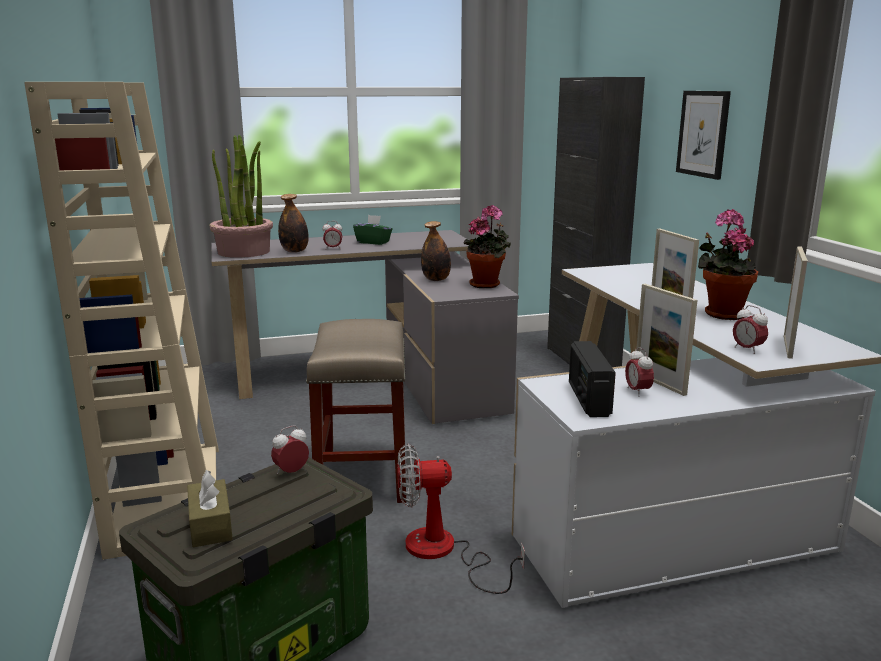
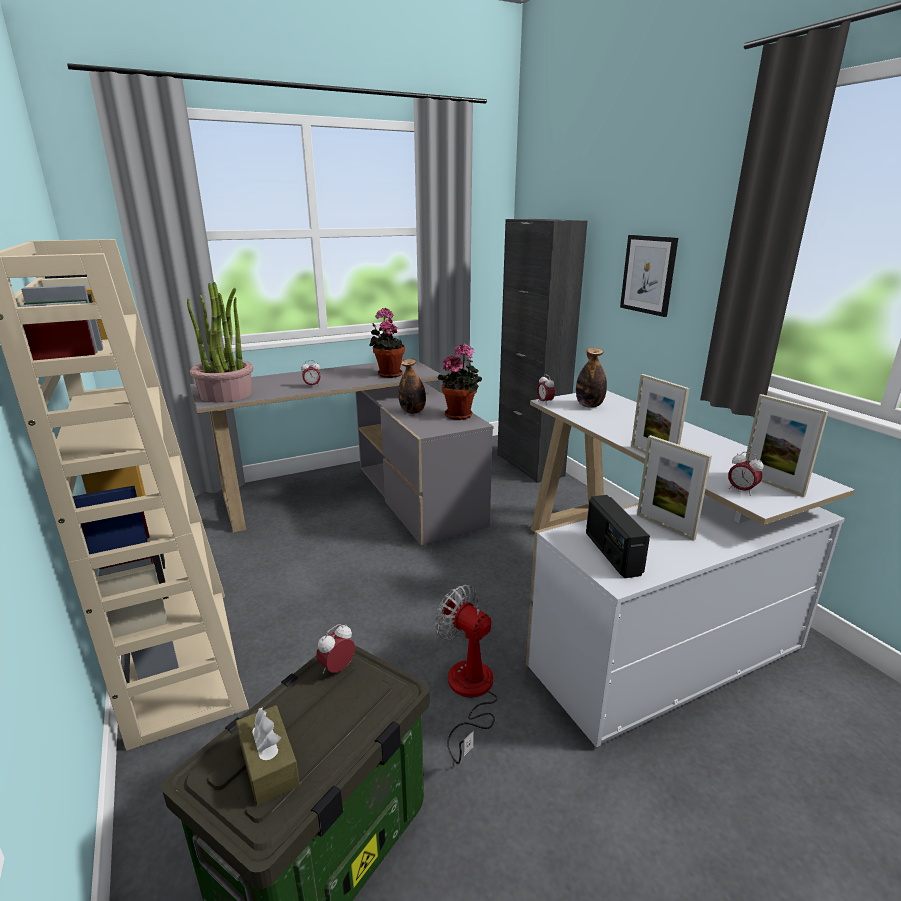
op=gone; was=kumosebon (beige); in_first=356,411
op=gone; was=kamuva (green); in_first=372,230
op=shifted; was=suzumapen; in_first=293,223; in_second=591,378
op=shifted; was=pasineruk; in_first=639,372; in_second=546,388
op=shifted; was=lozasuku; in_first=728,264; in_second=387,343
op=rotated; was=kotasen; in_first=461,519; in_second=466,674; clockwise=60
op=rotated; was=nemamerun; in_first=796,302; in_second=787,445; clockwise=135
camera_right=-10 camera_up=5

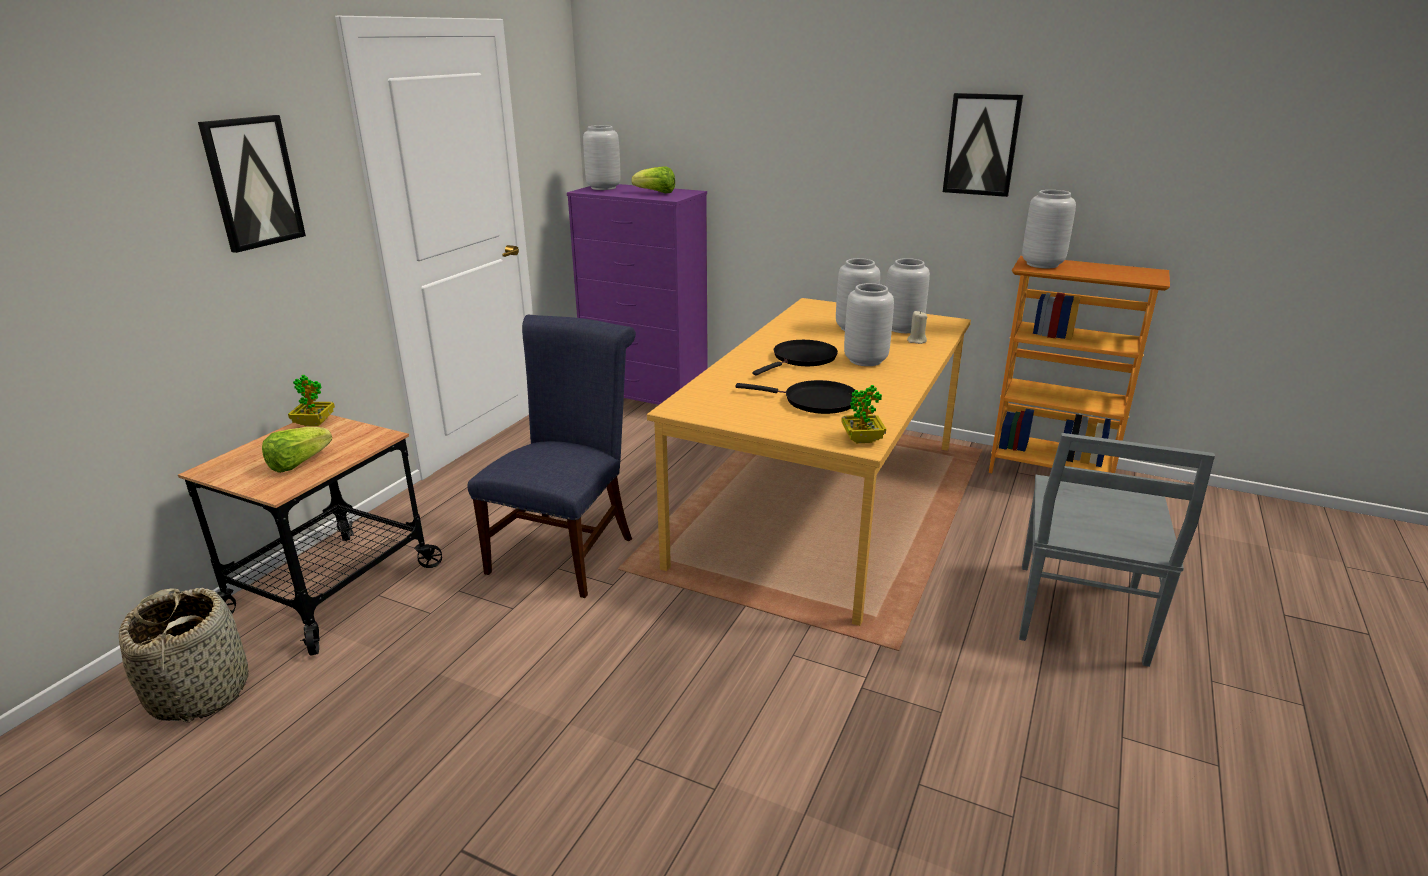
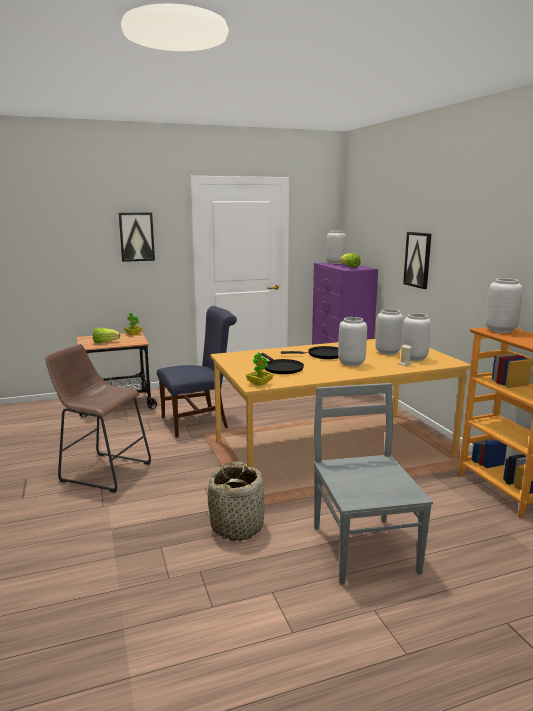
op=new; now=kumosebon (brown); in_second=98,418
op=shifted; was=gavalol; in_first=184,655; in_second=236,501
op=shifted; was=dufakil; in_first=983,145; in_second=417,260
op=rotated; was=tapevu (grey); in_first=1117,550; in_second=373,484; clockwise=105
camera_right=45 camera_up=-10

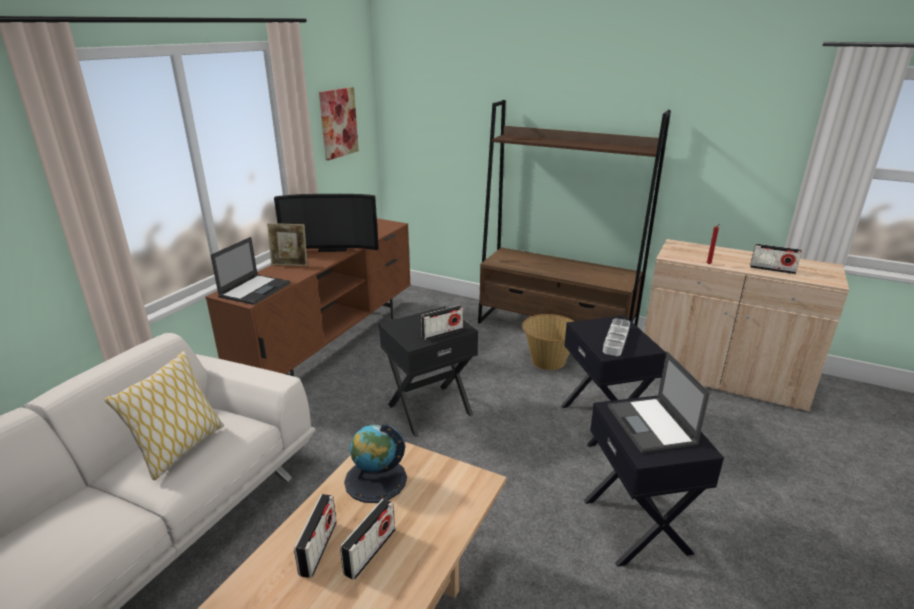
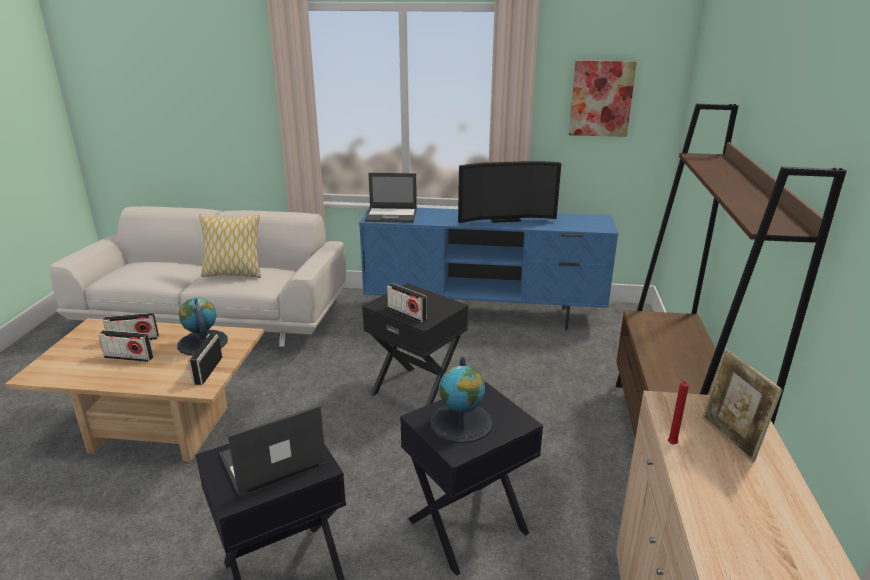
op=gone; was=gavalol; in_first=548,342
op=shifted; was=nemamerun; in_first=287,244; in_second=742,406
op=shifted; was=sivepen; in_first=776,259; in_second=205,359
op=swapped; was=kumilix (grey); now=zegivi; in_first=616,337; in_second=461,400
op=repainted; was=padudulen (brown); now=padudulen (blue); in_first=308,297; in_second=488,268
op=rotated; was=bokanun; in_first=326,223; in_second=509,192; clockwise=-75
camera_right=70 camera_up=0

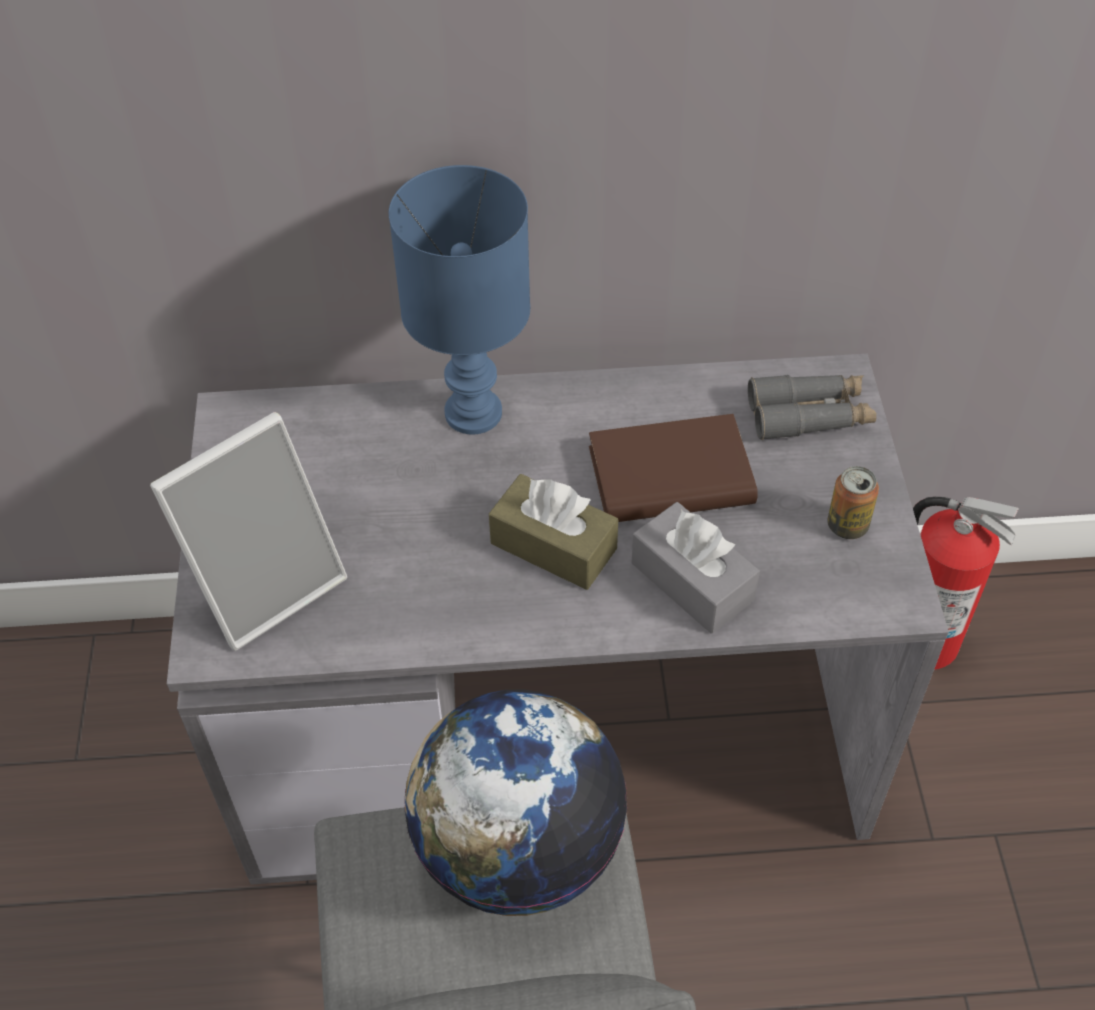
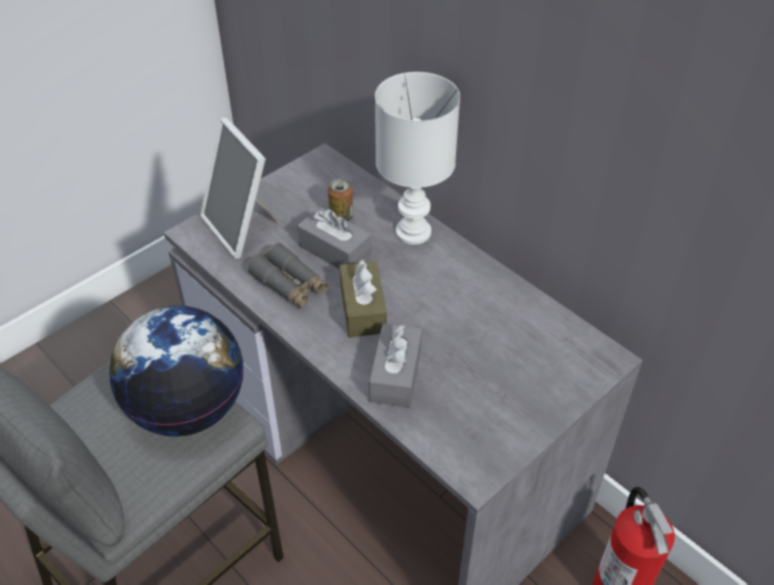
op=gone; was=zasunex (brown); in_first=673,468
op=new; now=kamuva (grey); in_second=334,238
op=shifted; was=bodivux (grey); in_first=812,407; in_second=288,276
op=shifted; was=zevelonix; in_first=853,502; in_second=340,199
op=repainted; was=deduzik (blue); now=deduzik (white); in_first=459,299; in_second=417,158
op=rotated; was=nemamerun; in_first=248,531; in_second=240,188; clockwise=45
camera_right=50 camera_up=-5

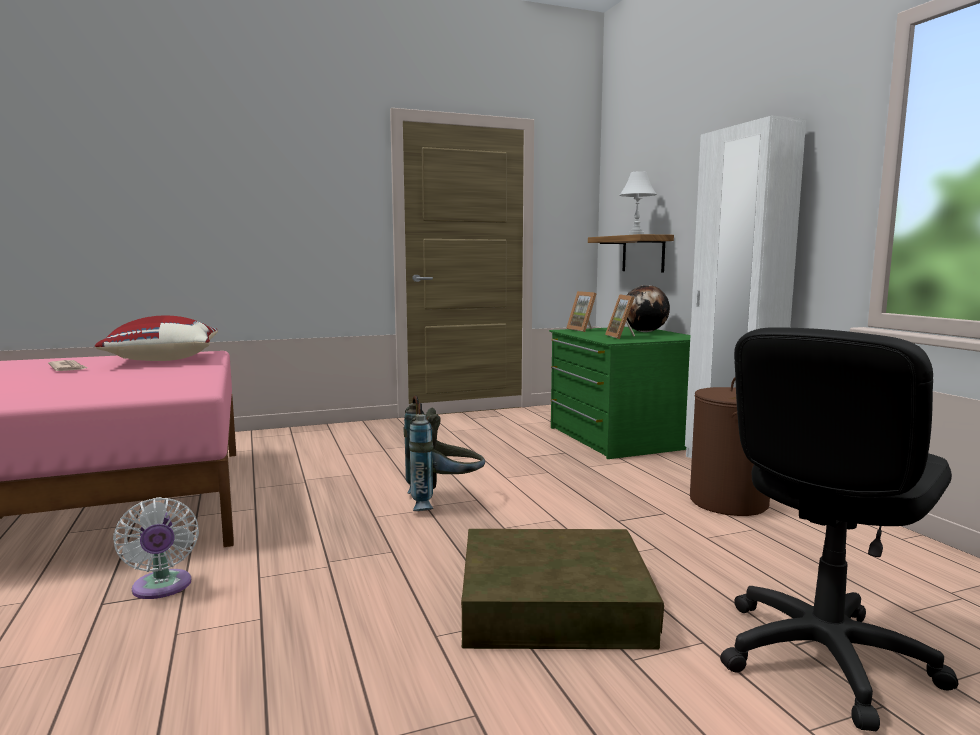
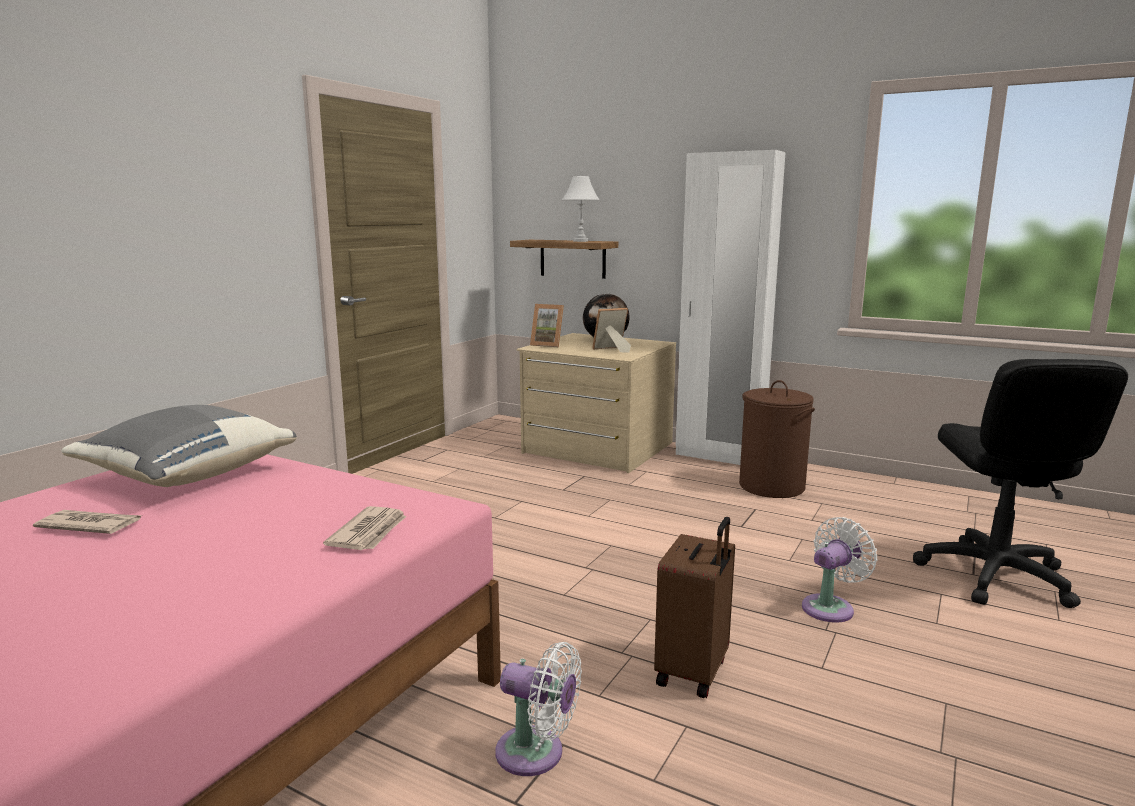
op=gone; was=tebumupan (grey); in_first=444,453
op=new; now=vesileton; in_second=364,528
op=new; now=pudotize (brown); in_second=694,607
op=swapped; was=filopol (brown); now=kotasen (white); in_first=562,589; in_second=839,570
op=repainted; was=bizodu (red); now=bizodu (grey); in_first=156,338; in_second=179,446
op=repainted; was=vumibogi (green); now=vumibogi (beige); in_first=619,393; in_second=596,403
op=rotated; was=nemamerun; in_first=620,316; in_second=611,330; clockwise=120
camera_right=-40 camera_up=5

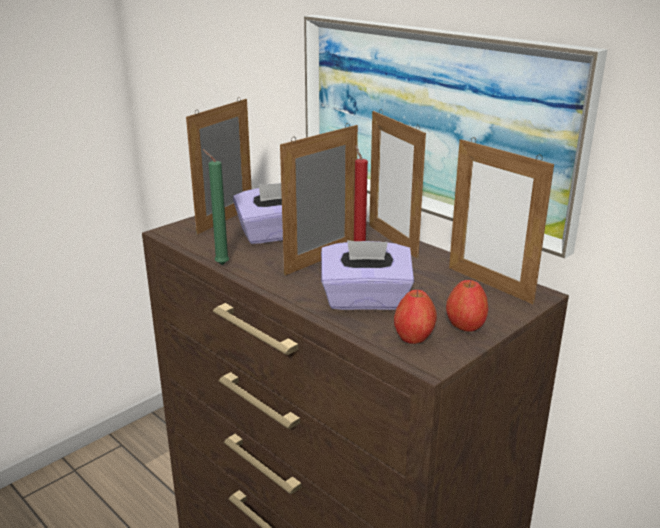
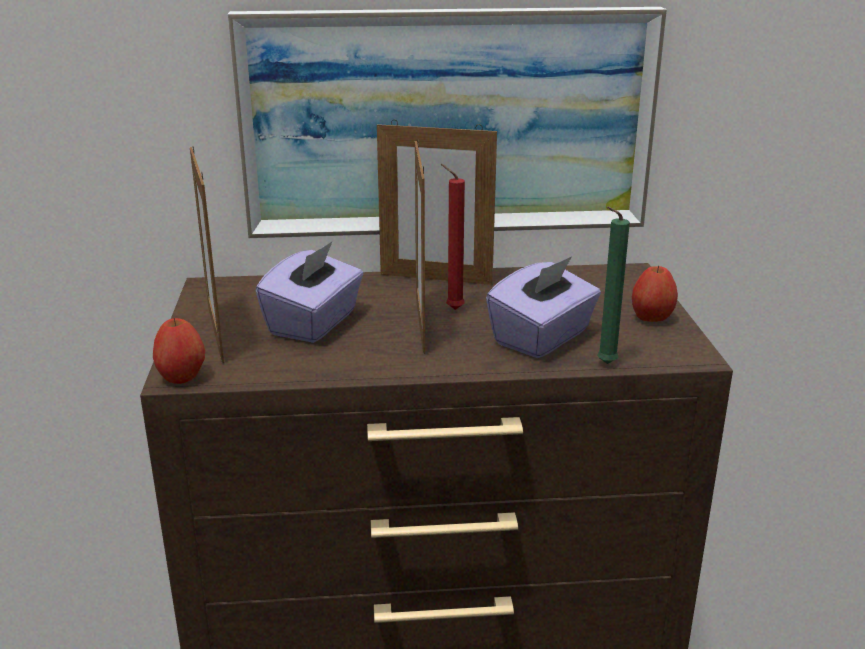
op=gone; was=nemamerun; in_first=501,220
op=shifted; was=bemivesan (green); in_first=215,207; in_second=613,285
op=shifted; was=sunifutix; in_first=415,317; in_second=179,351
camera_right=-50 camera_up=0

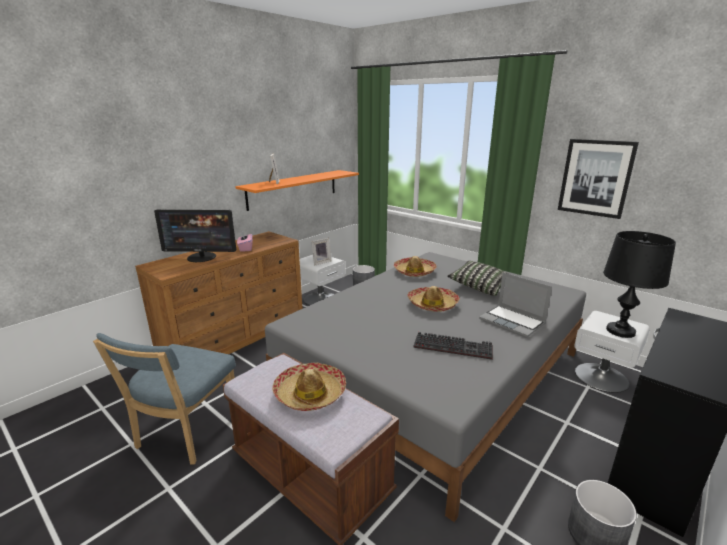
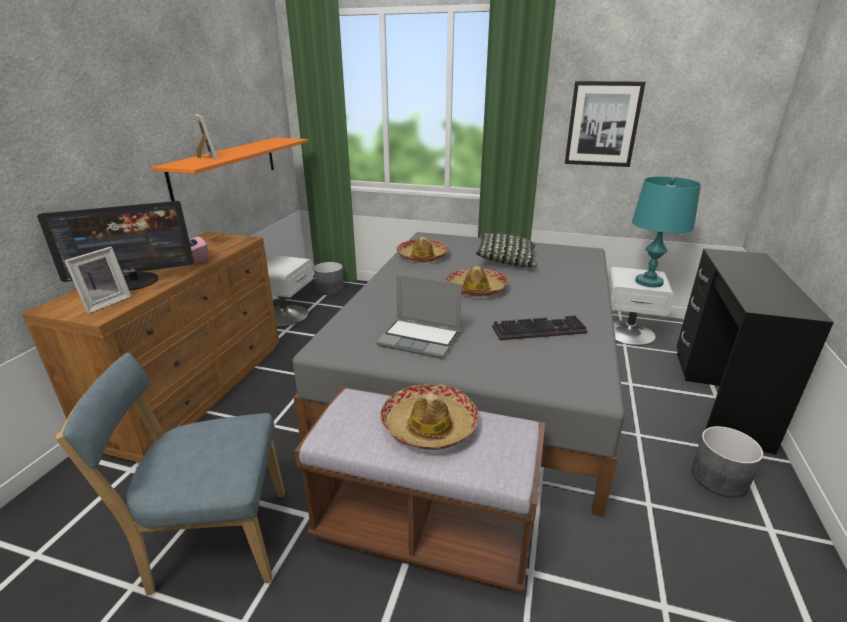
op=shifted; was=nemamerun; in_first=321,251; in_second=97,280
op=shifted; was=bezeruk; in_first=515,305; in_second=419,316
op=repainted; was=deduzik (black); now=deduzik (turquoise); in_first=639,284; in_second=666,232
op=rotated; was=tapevu (blue); in_first=164,398; in_second=170,474; clockwise=90
camera_right=-25 camera_up=5

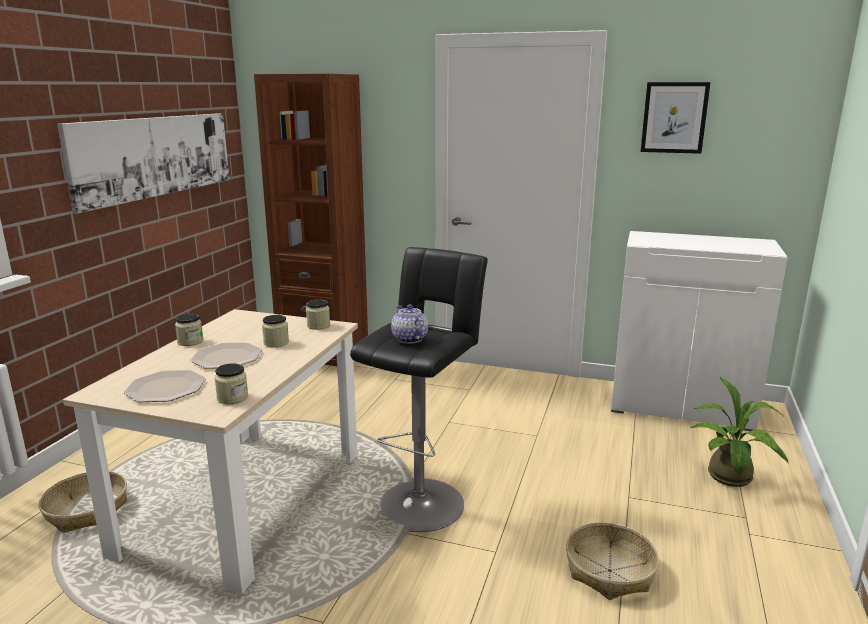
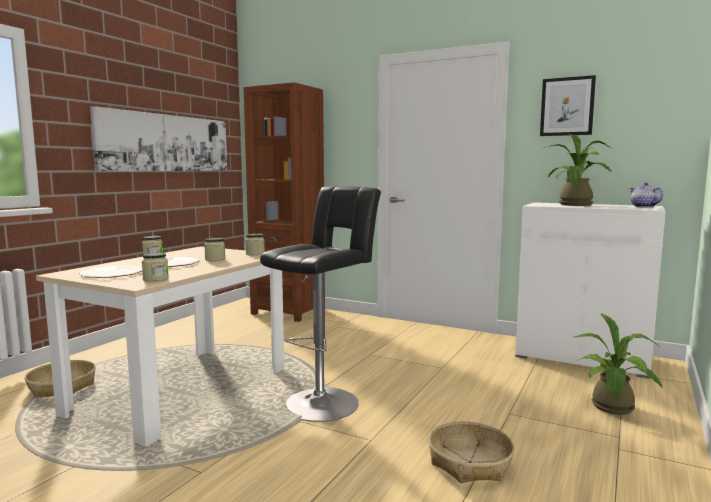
op=new; now=lozasuku; in_second=578,170
op=shifted; was=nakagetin; in_first=409,324; in_second=646,195
camera_right=10 camera_up=-10

